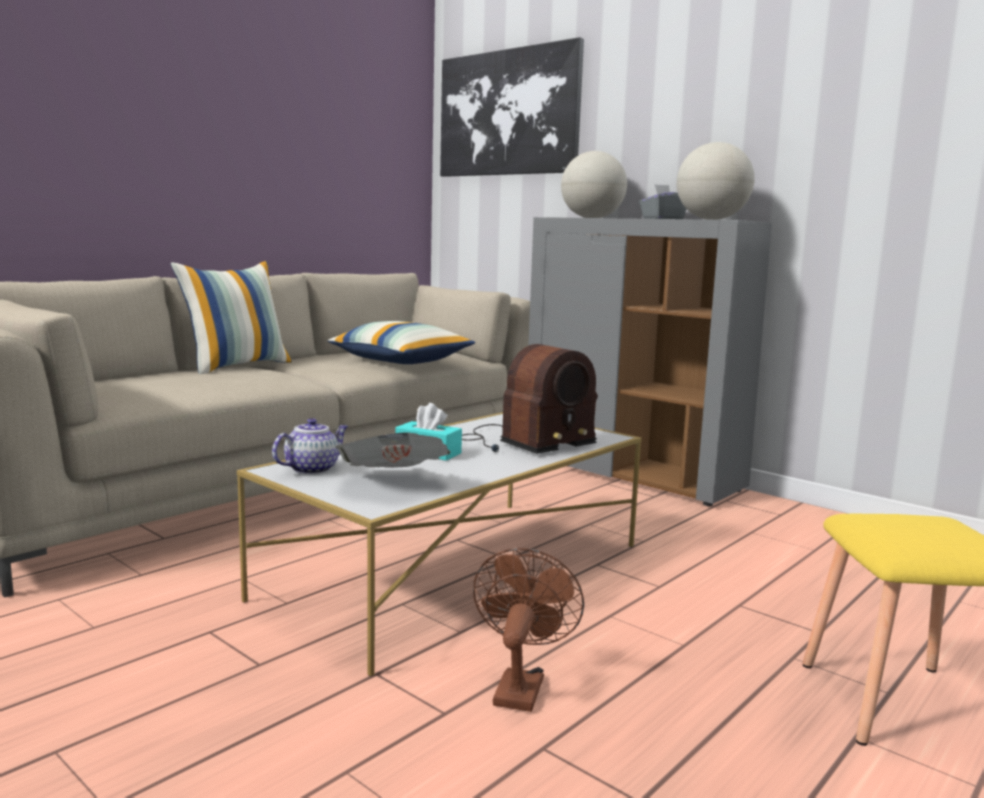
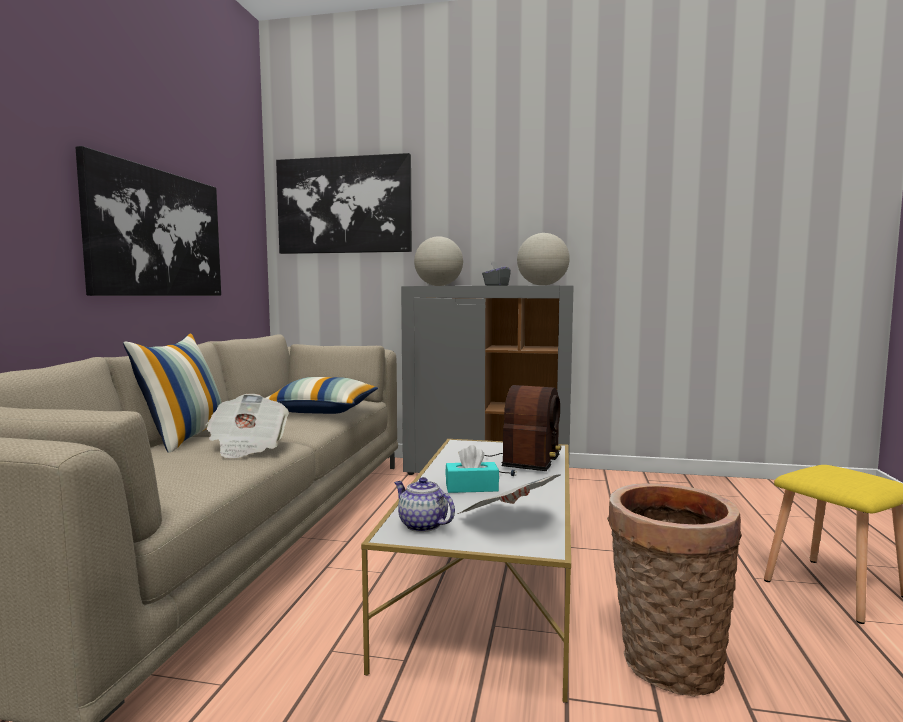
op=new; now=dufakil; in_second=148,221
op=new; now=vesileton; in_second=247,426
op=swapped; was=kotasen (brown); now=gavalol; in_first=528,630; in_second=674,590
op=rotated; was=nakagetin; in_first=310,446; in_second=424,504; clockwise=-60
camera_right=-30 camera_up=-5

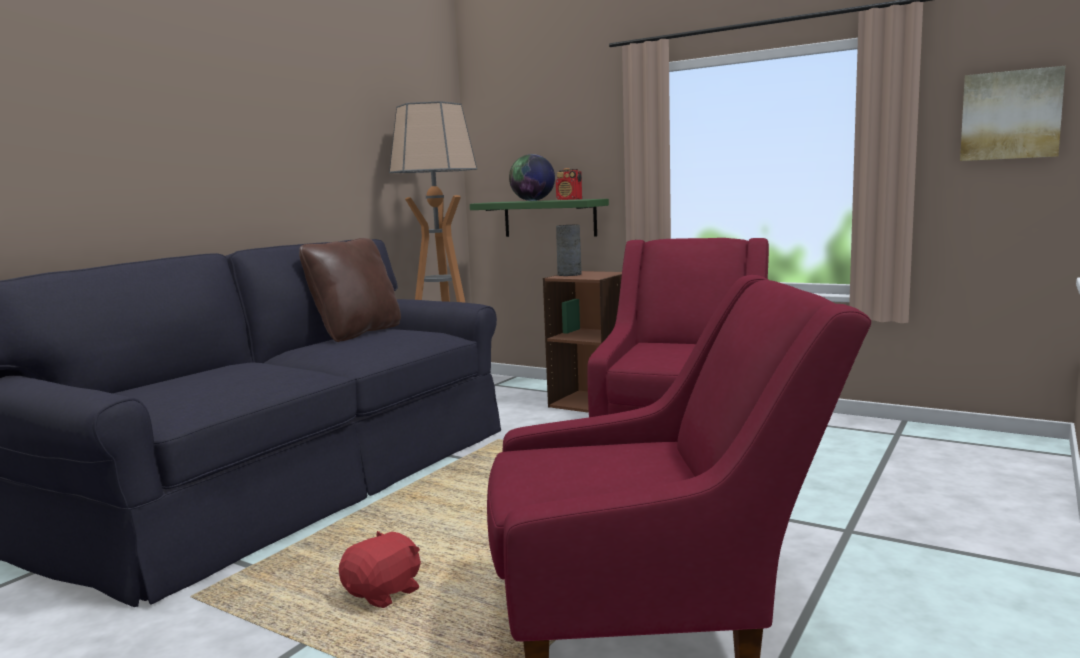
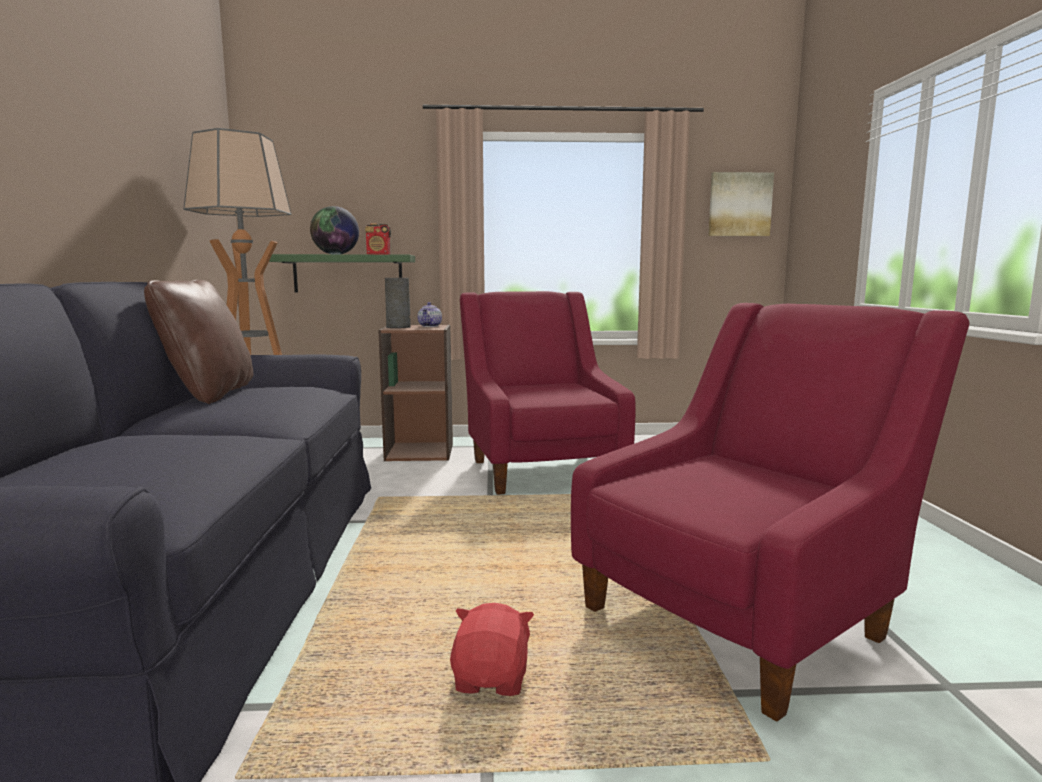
op=new; now=nakagetin; in_second=430,314
camera_right=-35 camera_up=0

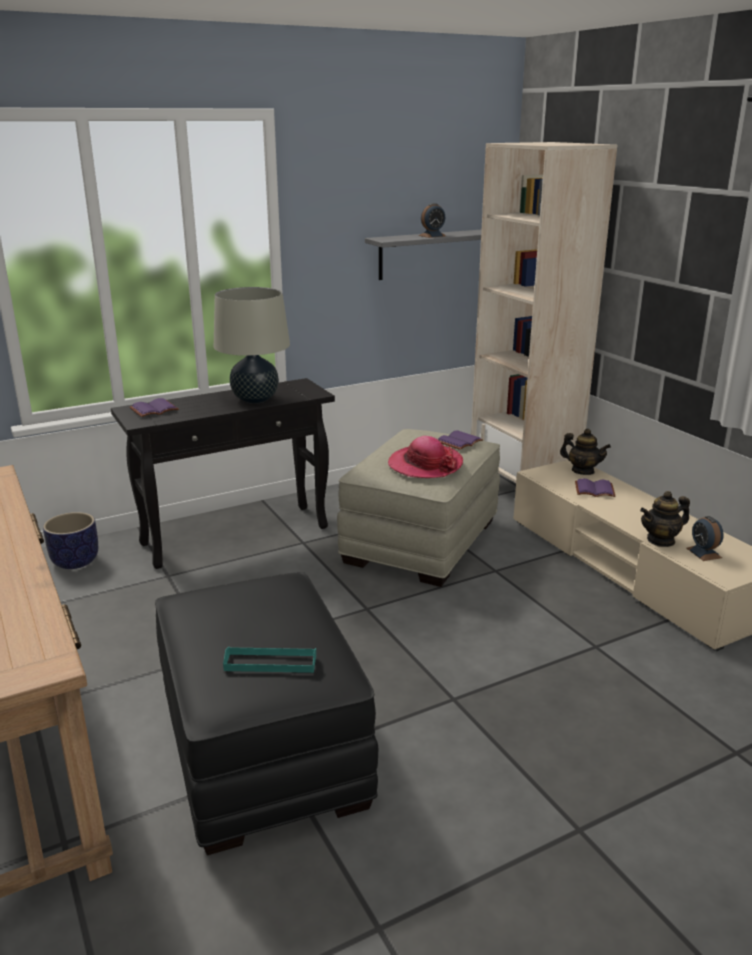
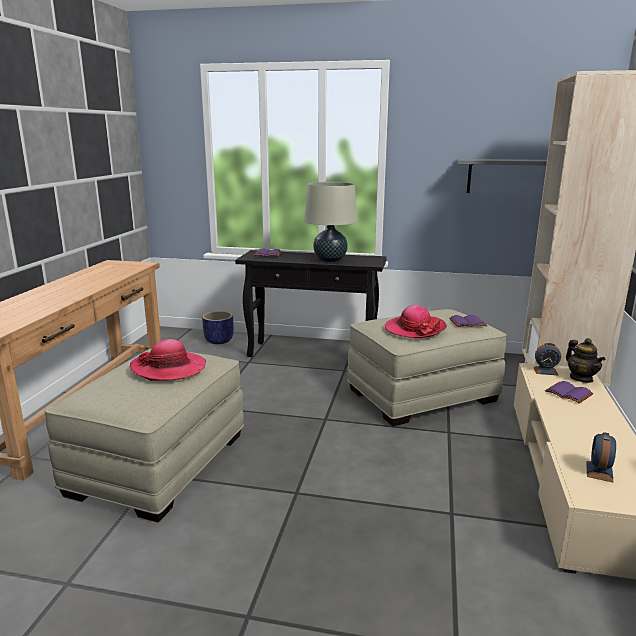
op=gone; was=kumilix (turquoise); in_first=269,660
op=gone; was=nakagetin; in_first=665,519
op=new; now=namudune; in_second=168,360
op=shifted; was=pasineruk; in_first=432,220; in_second=547,359
op=repainted; was=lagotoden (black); now=lagotoden (beige); in_first=266,713; in_second=144,435
camera_right=40 camera_up=-5

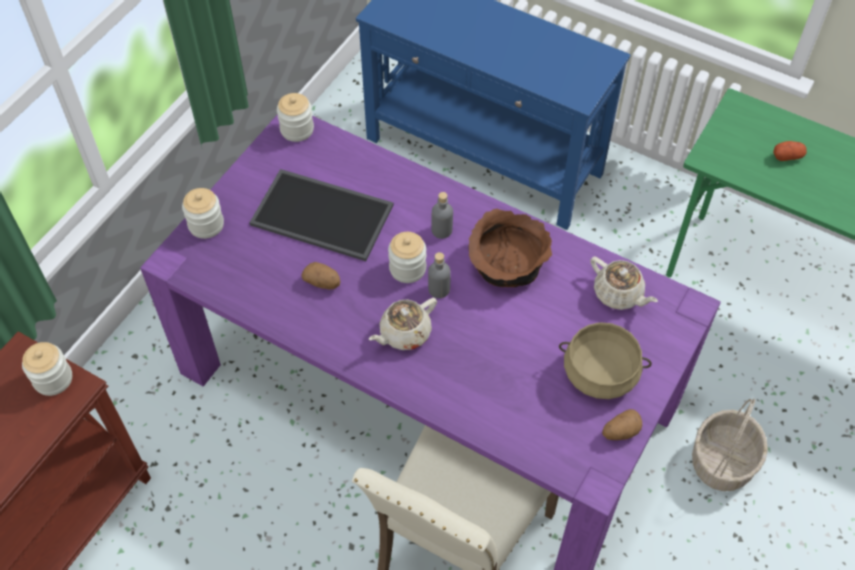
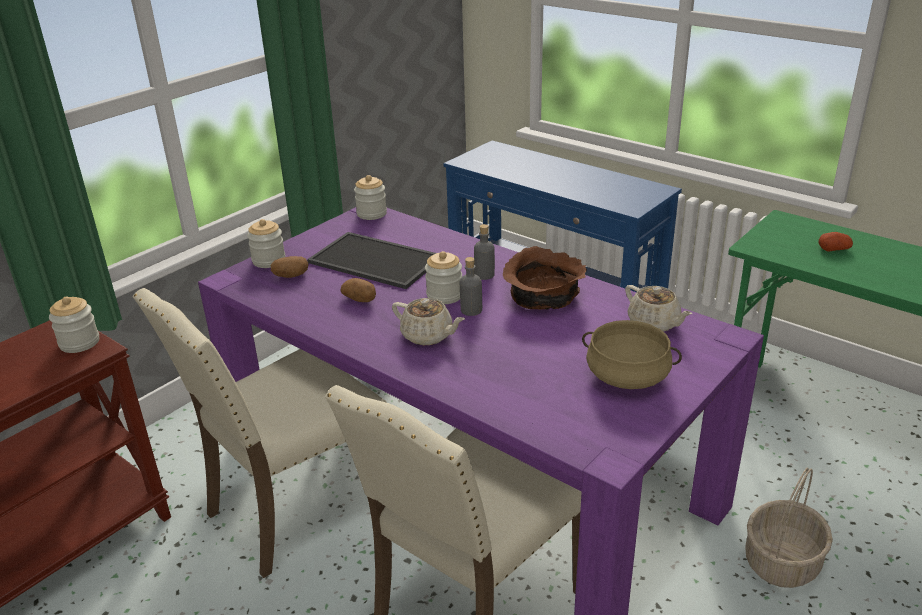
op=new; now=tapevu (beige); in_second=260,433
op=shifted; was=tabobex; in_first=622,424; in_second=289,267
op=rotated; was=nakagetin (beige); in_first=403,323; in_second=428,321; clockwise=-120
camera_right=10 camera_up=-25

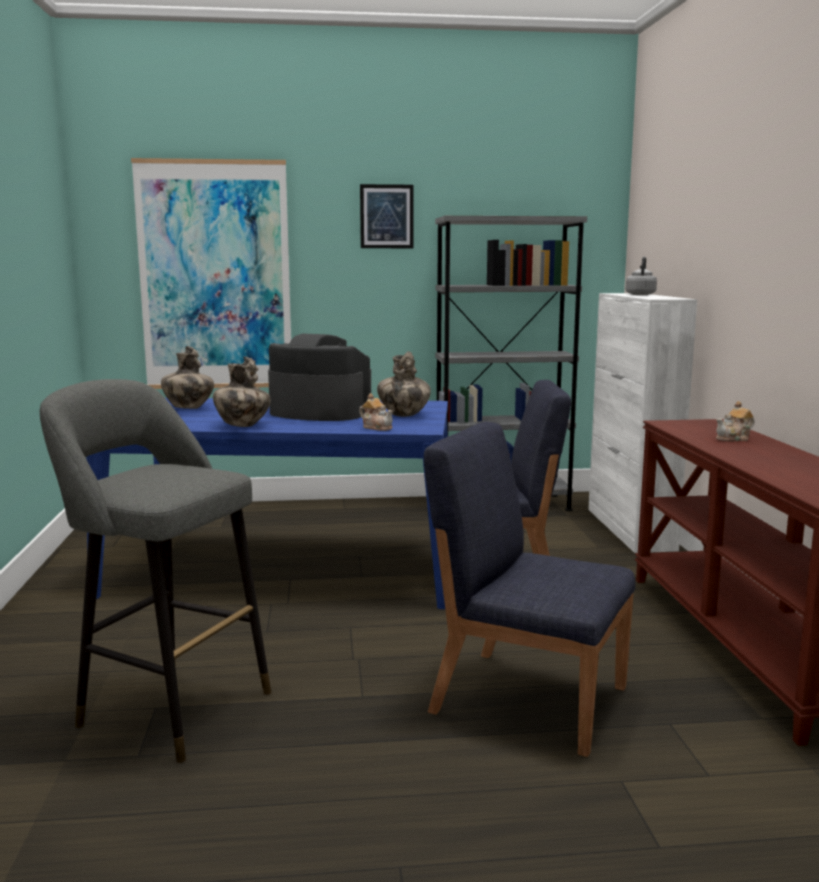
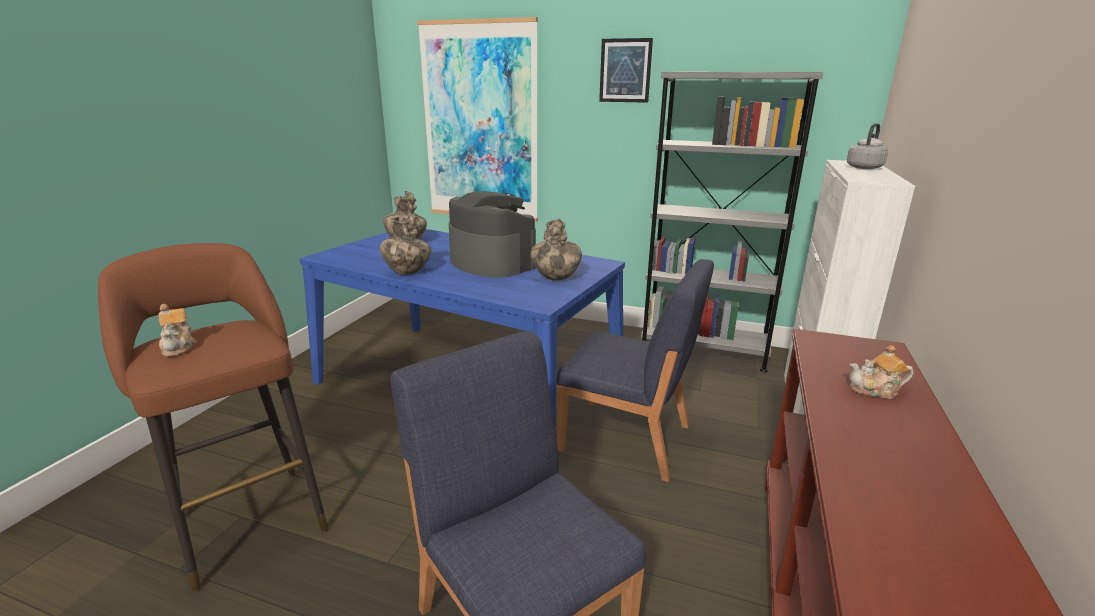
op=shifted; was=nakagetin; in_first=376,412; in_second=177,330
op=repainted; was=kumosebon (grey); now=kumosebon (brown); in_first=155,571; in_second=213,417
camera_right=25 camera_up=10

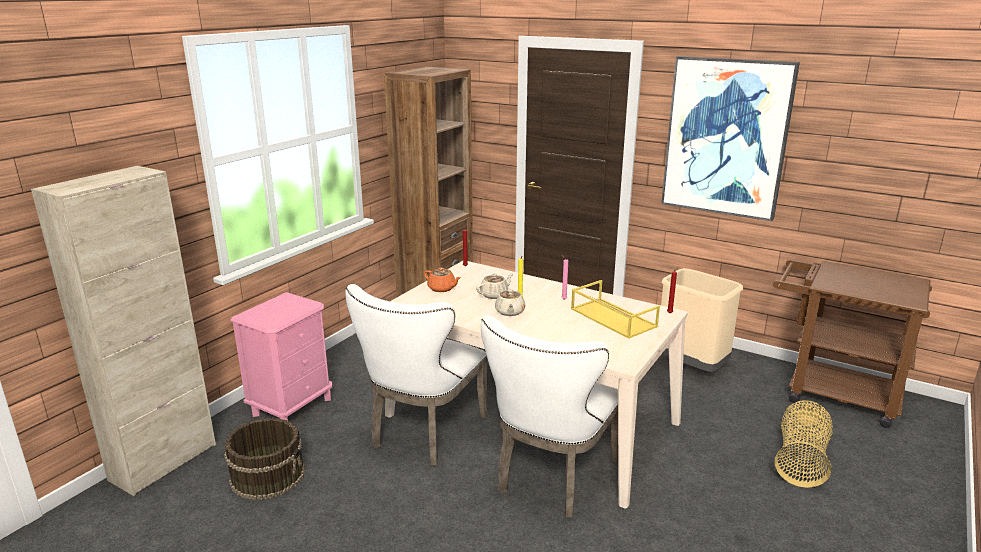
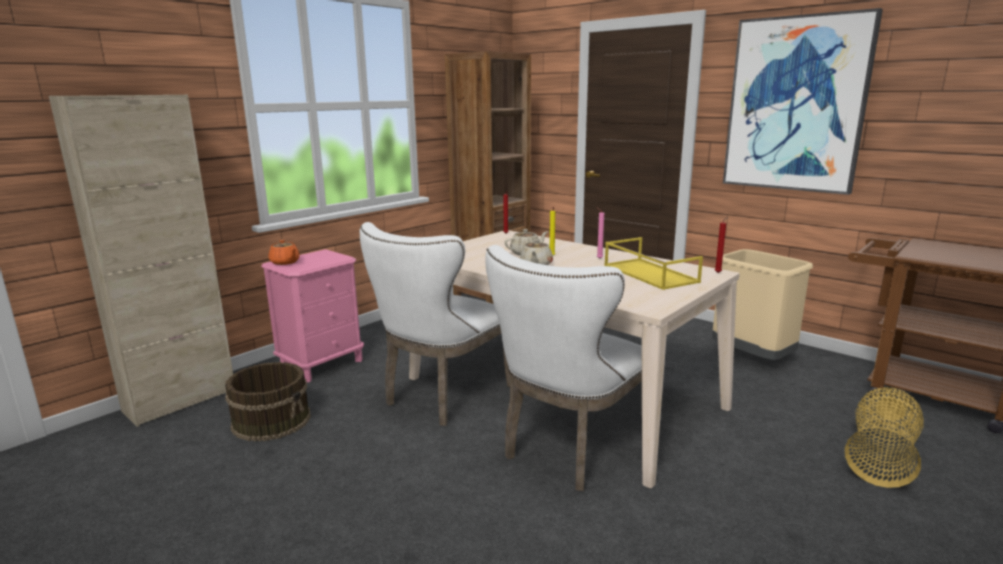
op=shifted; was=nakagetin (orange); in_first=442,279; in_second=284,252
camera_right=10 camera_up=-5

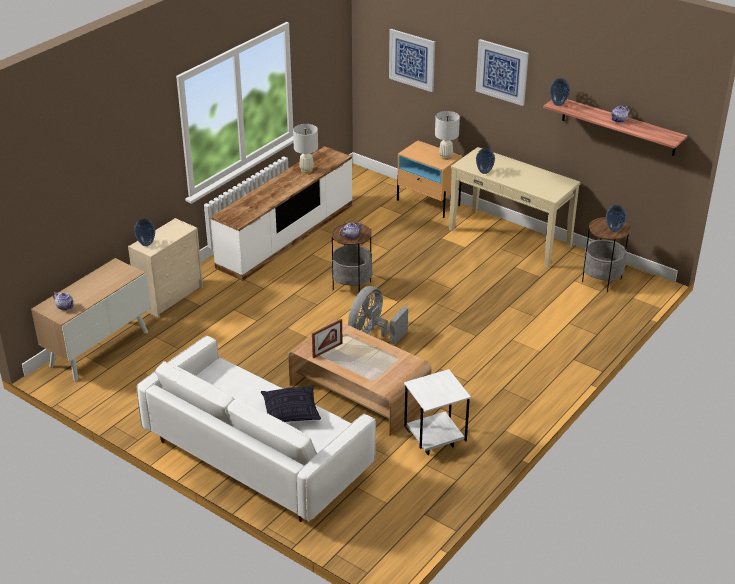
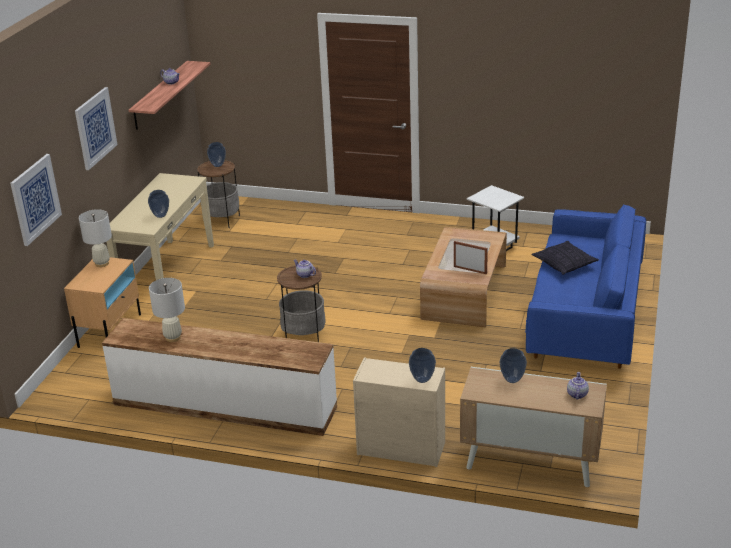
op=gone; was=kotasen (grey); in_first=378,315
op=shifted; was=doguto; in_first=560,92; in_second=513,365
op=repainted; was=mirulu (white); now=mirulu (blue); in_first=256,429; in_second=585,287
camera_right=-110 camera_up=-5

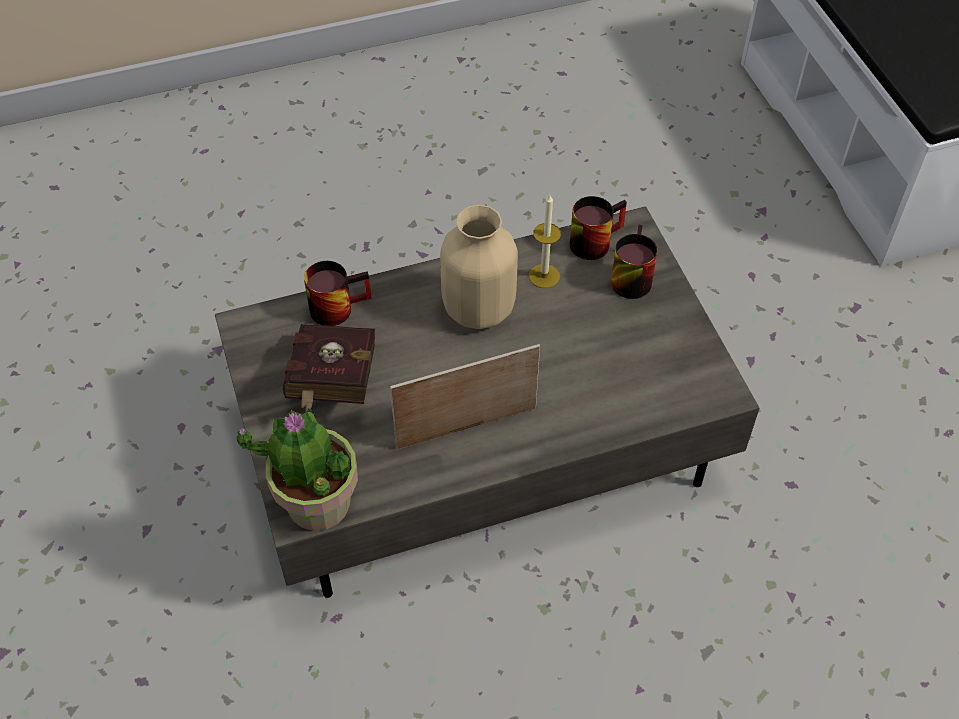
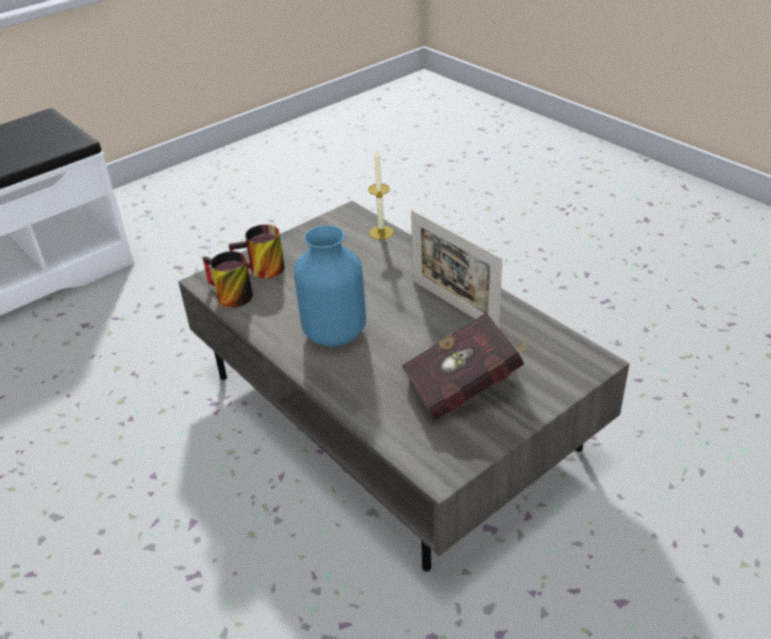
op=gone; was=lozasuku; in_first=297,470
op=gone; was=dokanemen; in_first=338,293
op=shifted; was=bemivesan; in_first=545,241; in_second=381,195
op=repainted; was=doguto (beige); now=doguto (blue); in_first=479,267; in_second=330,285
camera_right=-110 camera_up=-15

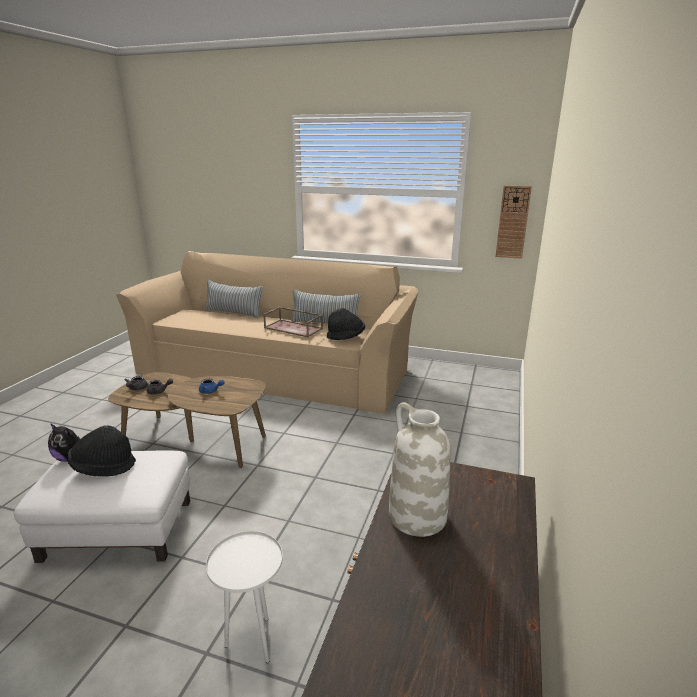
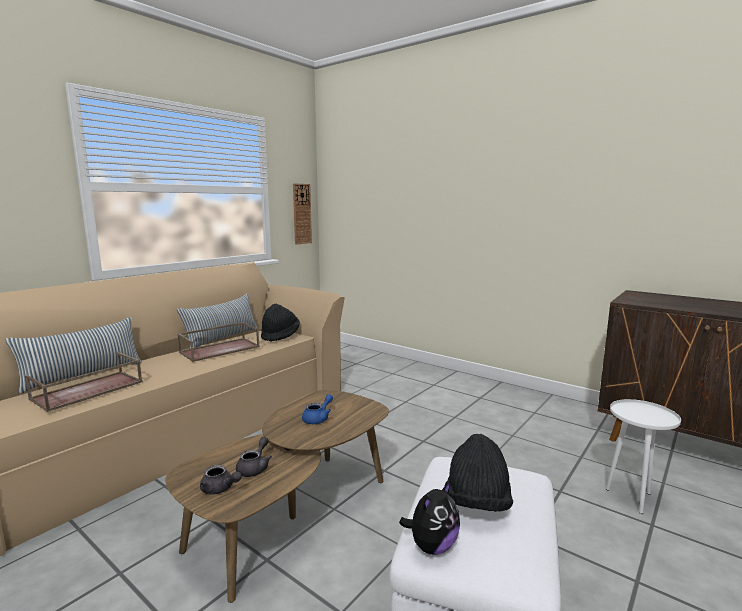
op=gone; was=doguto (white); in_first=419,469
op=new; now=kumilix (brown); in_second=84,382
camera_right=-70 camera_up=-10

